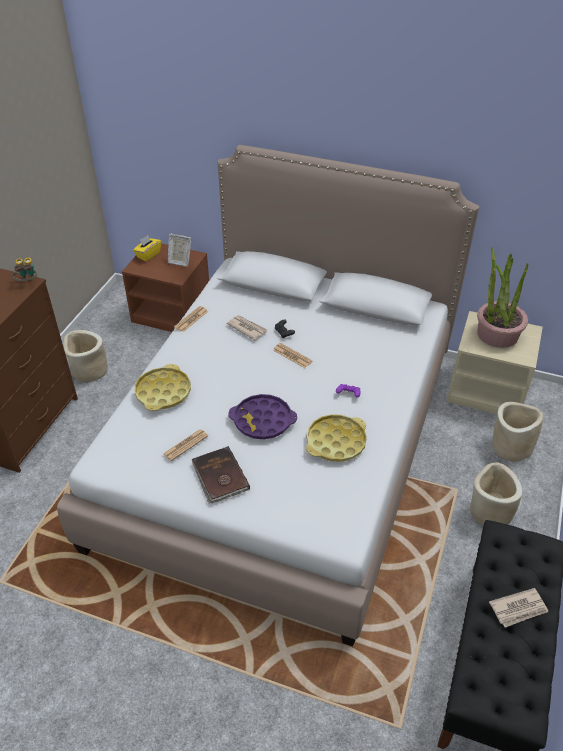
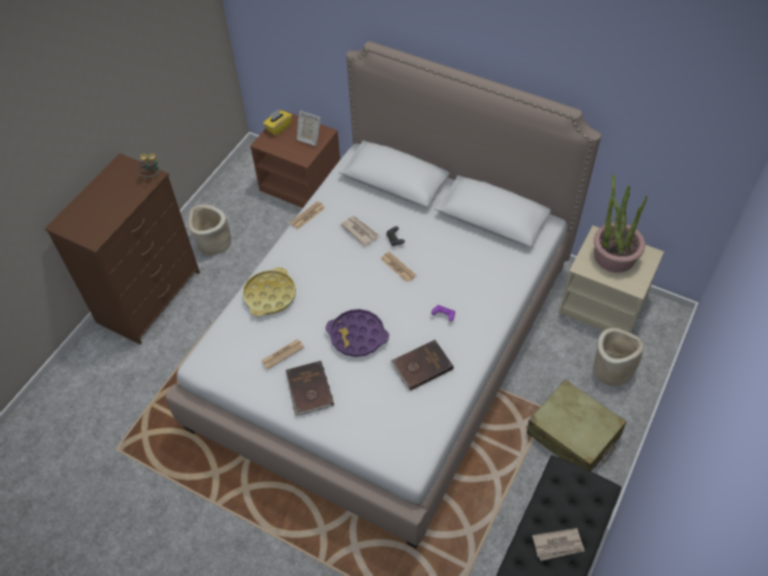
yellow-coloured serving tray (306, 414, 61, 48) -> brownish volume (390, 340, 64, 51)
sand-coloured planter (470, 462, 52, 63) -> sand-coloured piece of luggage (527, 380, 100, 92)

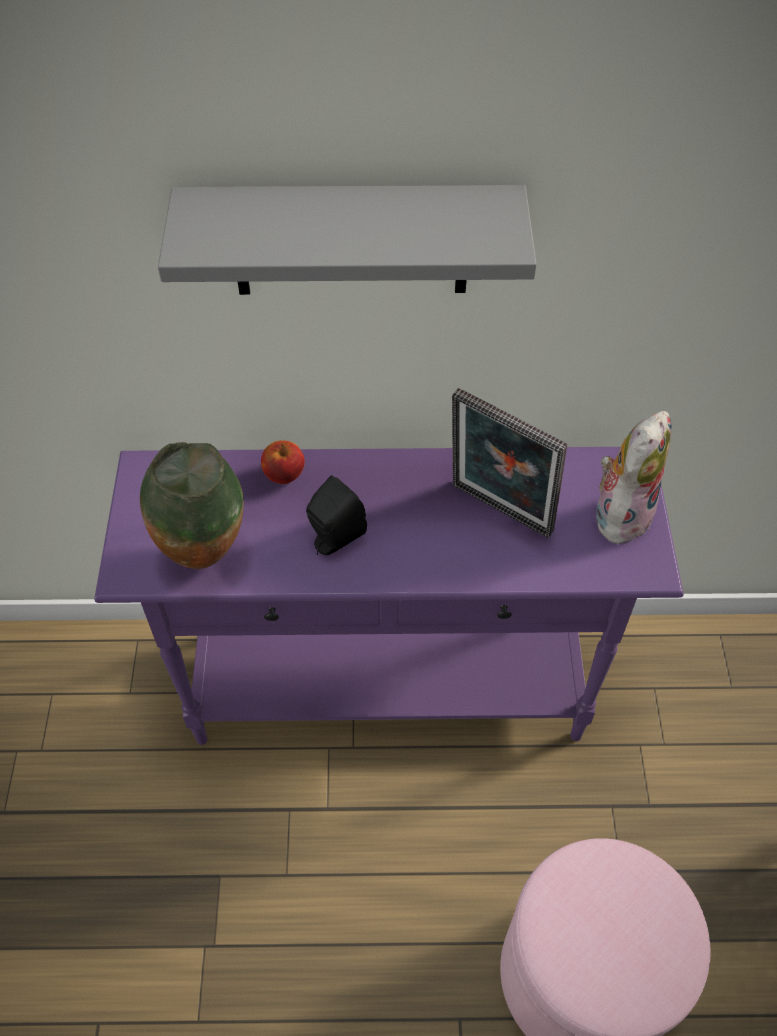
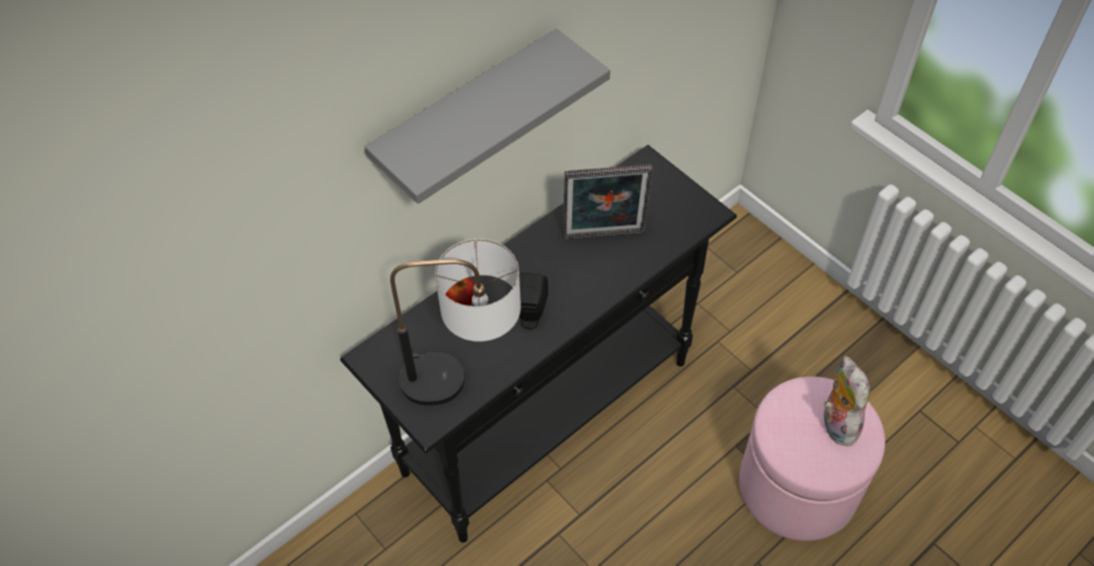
purple console table (94, 447, 590, 298) -> black console table (340, 145, 397, 398)
vase (140, 442, 104, 127) -> tabletop lamp (390, 239, 131, 166)
plush toy (596, 411, 75, 139) -> plush toy (823, 356, 47, 91), moved

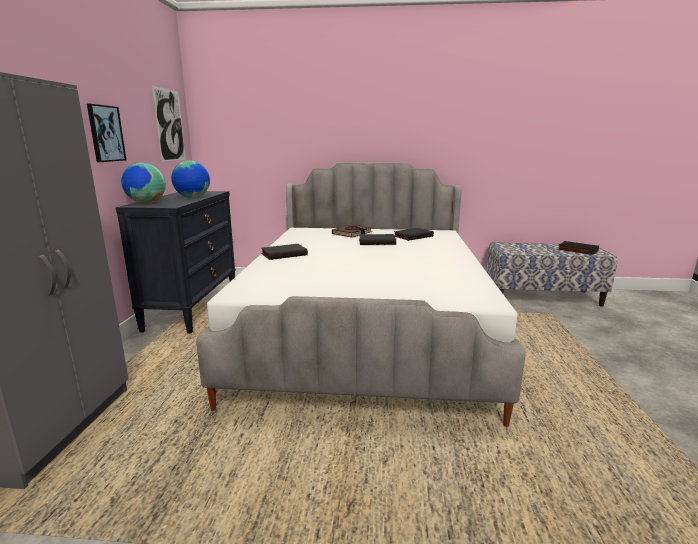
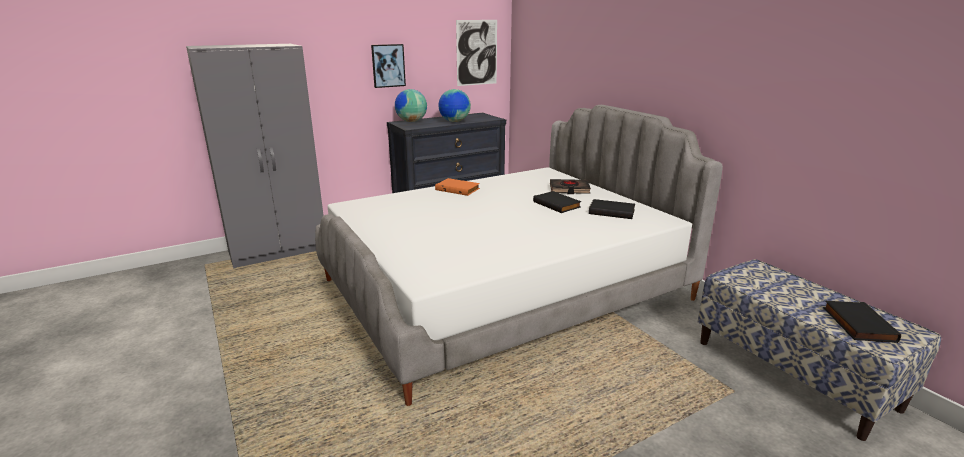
black volume (261, 244, 47, 16) -> orange-coloured volume (435, 178, 45, 18)

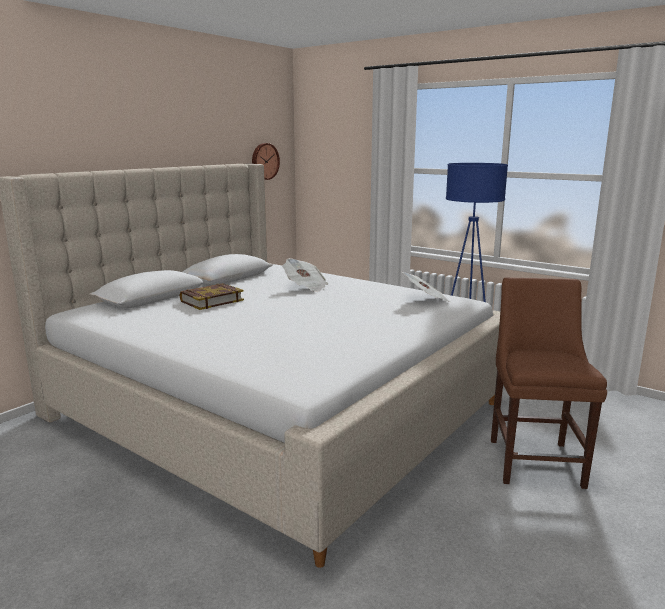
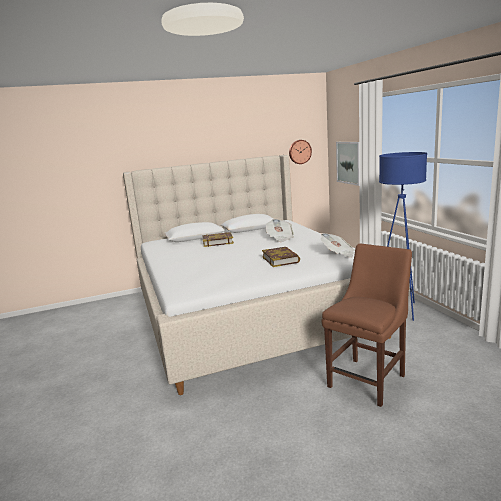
none -> volume (262, 247, 38, 20)
none -> wall picture (336, 142, 24, 44)

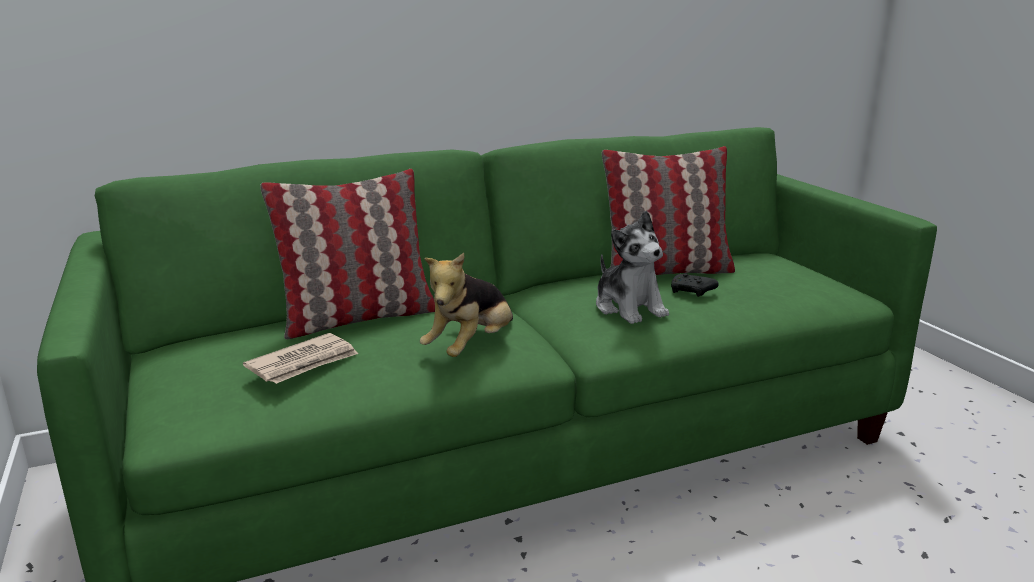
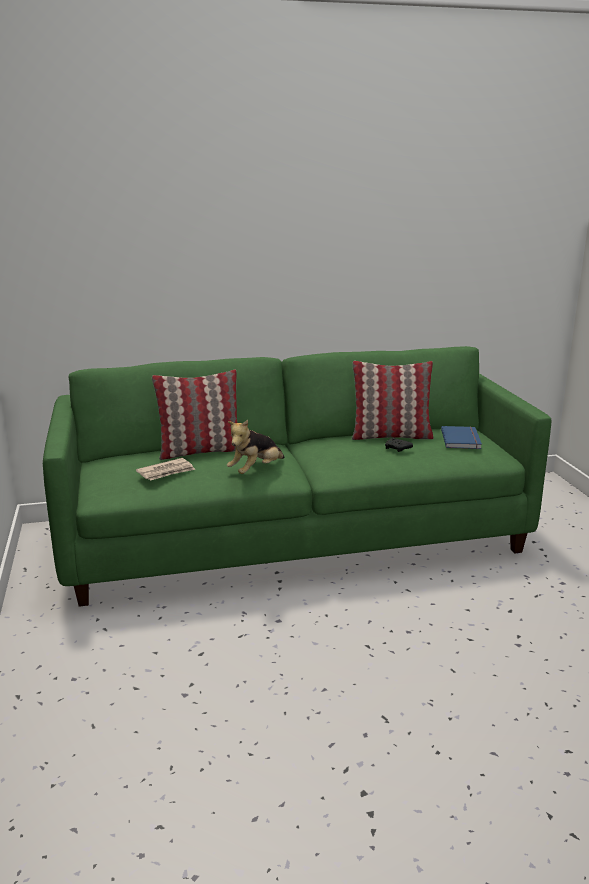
plush toy (596, 211, 73, 113) -> none
none -> blue volume (441, 426, 41, 23)

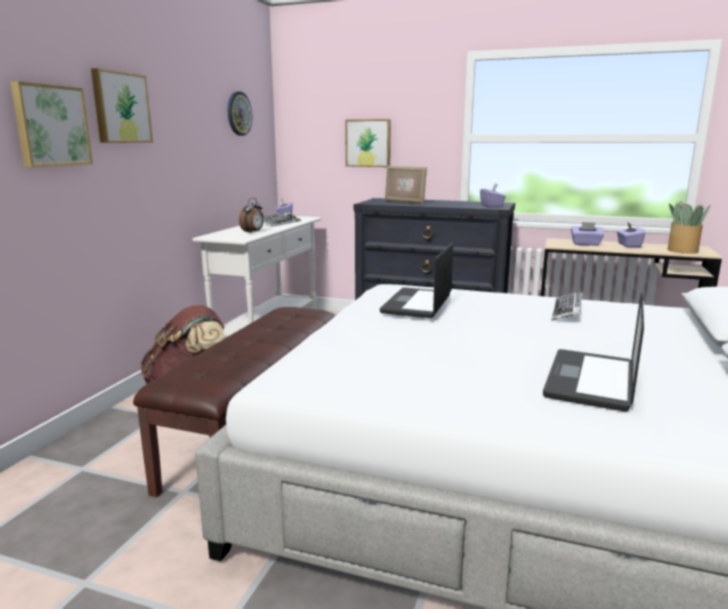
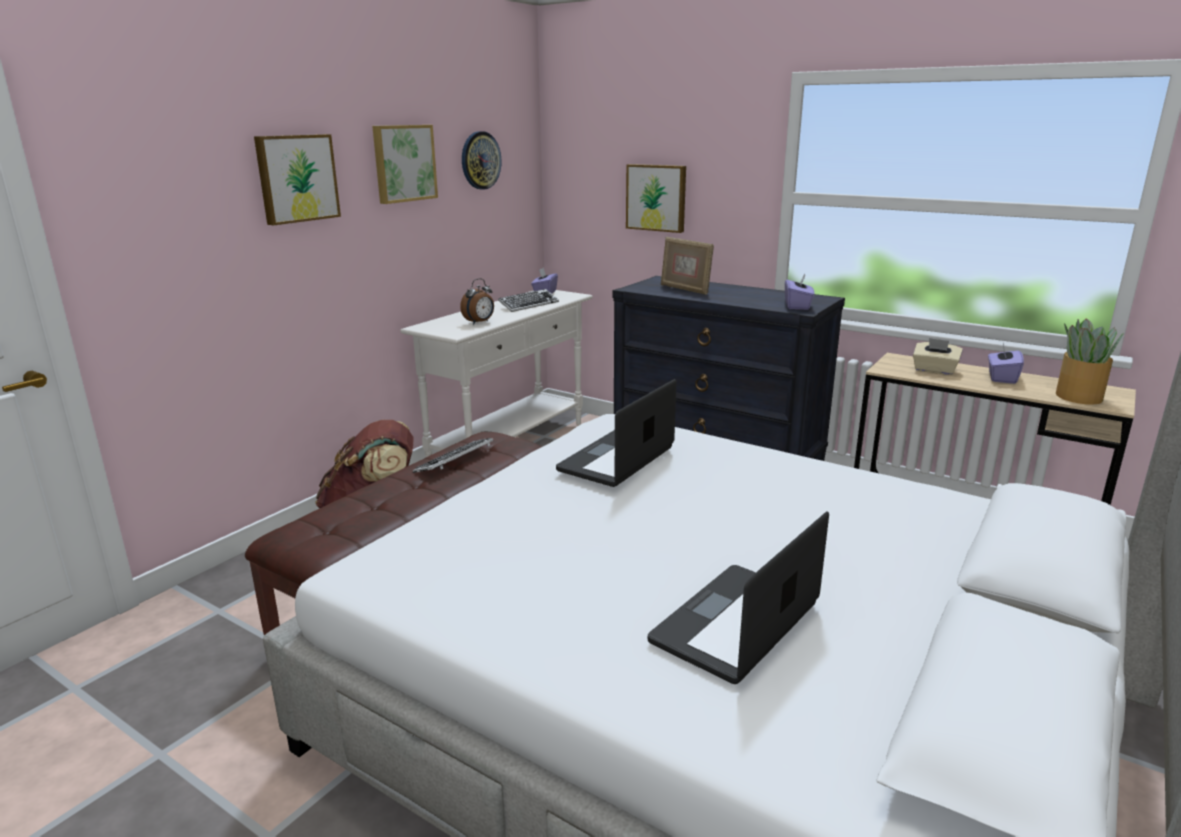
wall picture (10, 81, 83, 86) -> wall picture (372, 125, 66, 79), moved
computer keyboard (551, 291, 31, 30) -> computer keyboard (413, 438, 81, 35), moved
purple tissue box (571, 222, 33, 24) -> sand-coloured tissue box (913, 338, 50, 37)

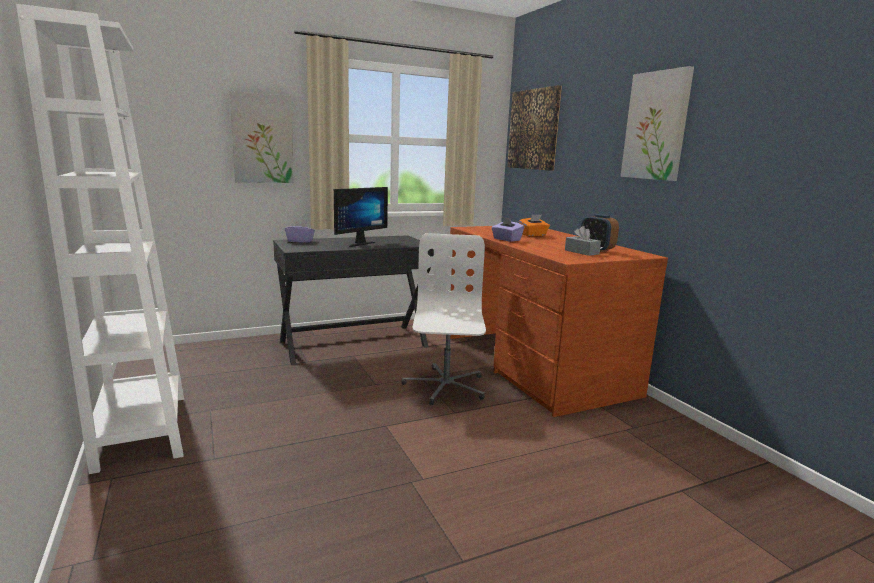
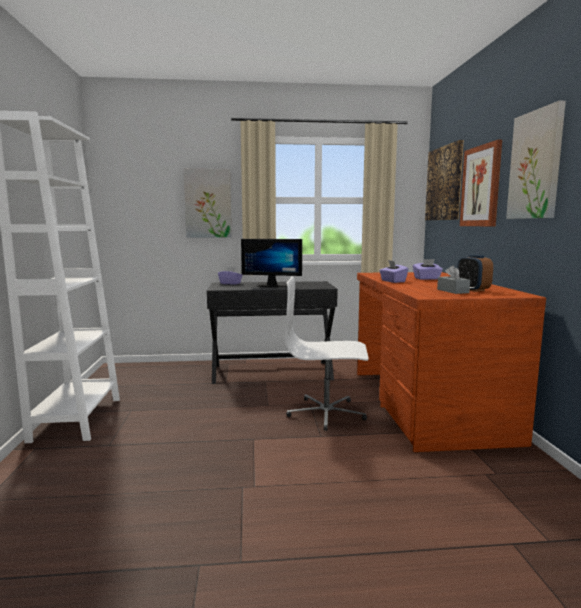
computer screen (334, 187, 54, 60) -> computer screen (241, 239, 61, 48), 45 degrees clockwise
whitish desk chair (401, 233, 85, 172) -> whitish desk chair (285, 277, 84, 154), 105 degrees counterclockwise
orange-coloured tissue box (519, 215, 31, 21) -> purple tissue box (413, 259, 30, 21)
none -> wall picture (460, 140, 42, 86)

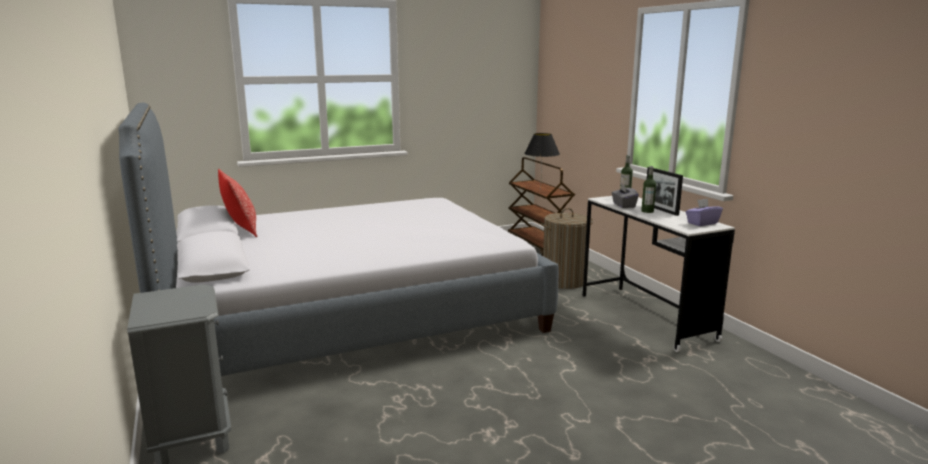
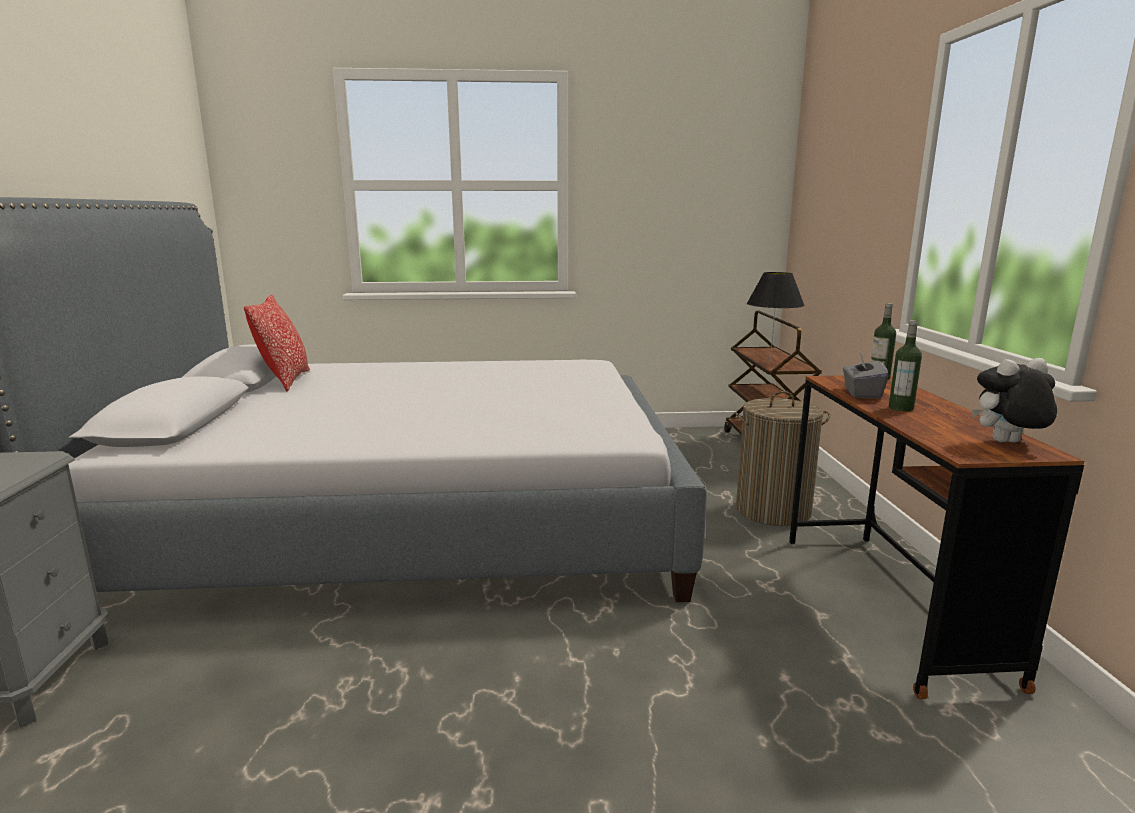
whitish desk (583, 196, 152, 156) -> brownish desk (789, 375, 295, 324)
standing frame (647, 167, 36, 49) -> none
purple tissue box (686, 198, 37, 28) -> plush toy (972, 358, 85, 85)

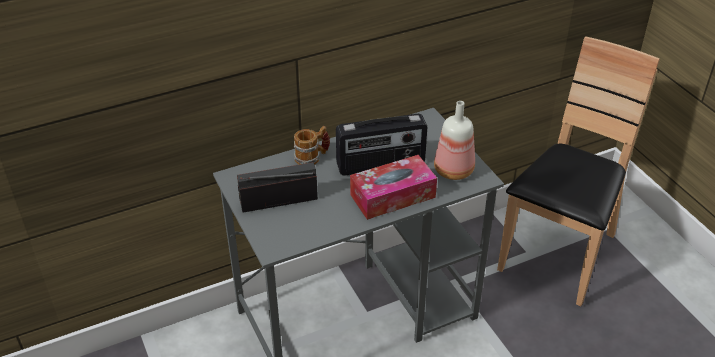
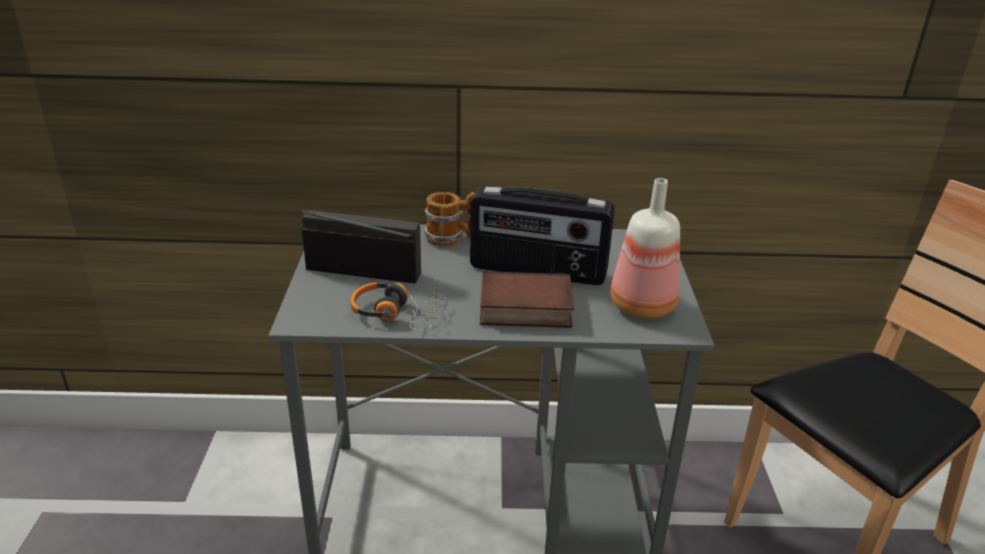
tissue box (350, 155, 87, 65) -> volume (480, 271, 94, 57)
none -> pair of headphones (350, 282, 95, 49)

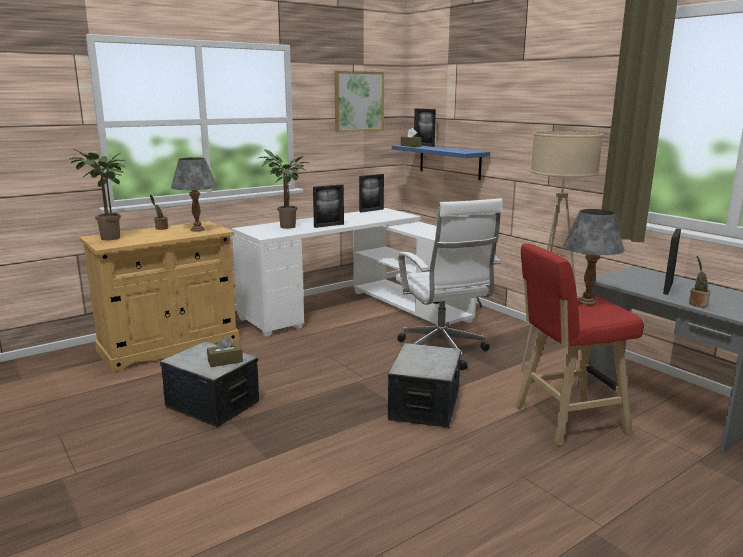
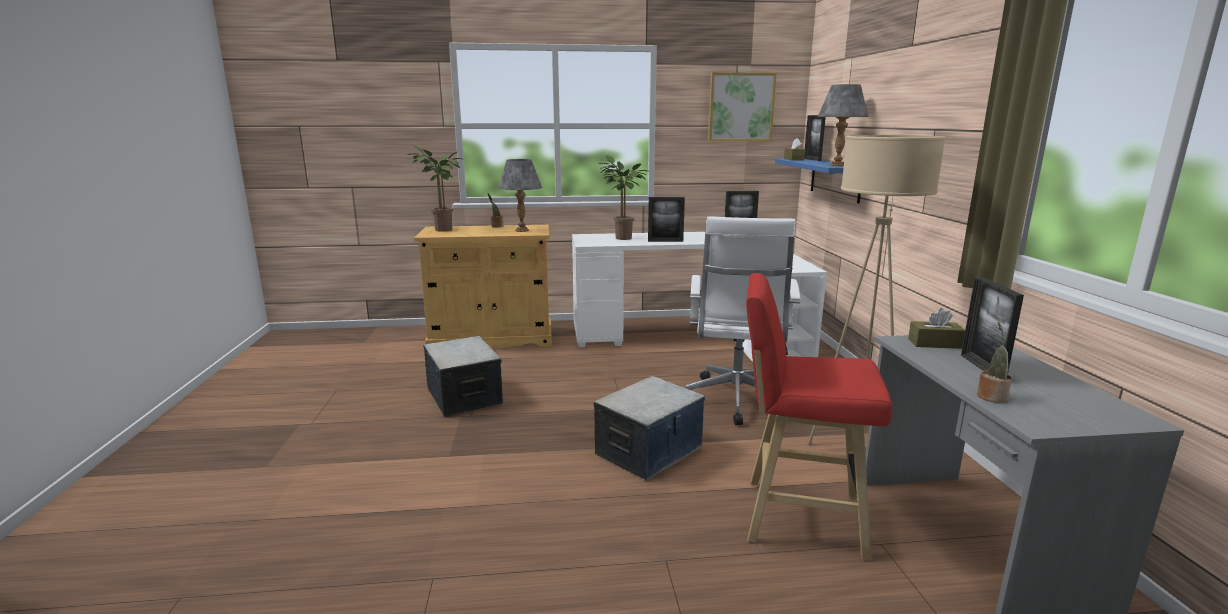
brownish tissue box (207, 336, 36, 31) -> brownish tissue box (908, 308, 57, 41), moved
greyish tabletop lamp (563, 209, 62, 96) -> greyish tabletop lamp (818, 84, 51, 82), moved
standing frame (663, 228, 18, 67) -> standing frame (961, 277, 63, 97), 60 degrees counterclockwise

